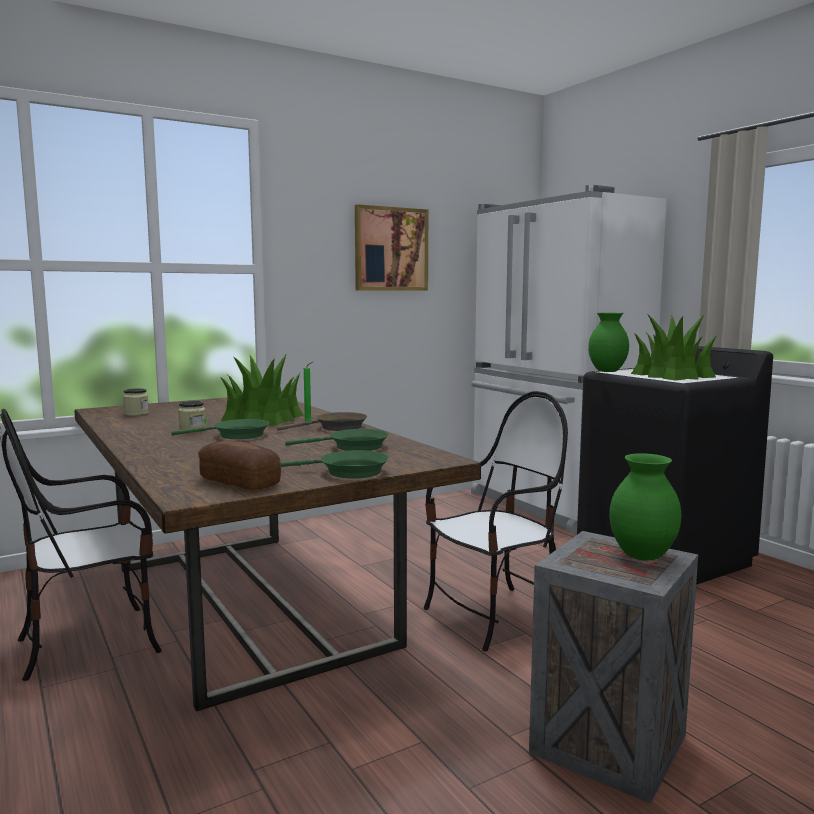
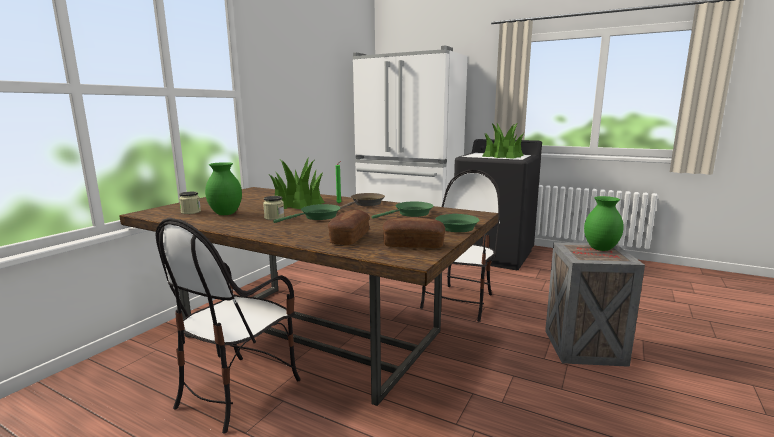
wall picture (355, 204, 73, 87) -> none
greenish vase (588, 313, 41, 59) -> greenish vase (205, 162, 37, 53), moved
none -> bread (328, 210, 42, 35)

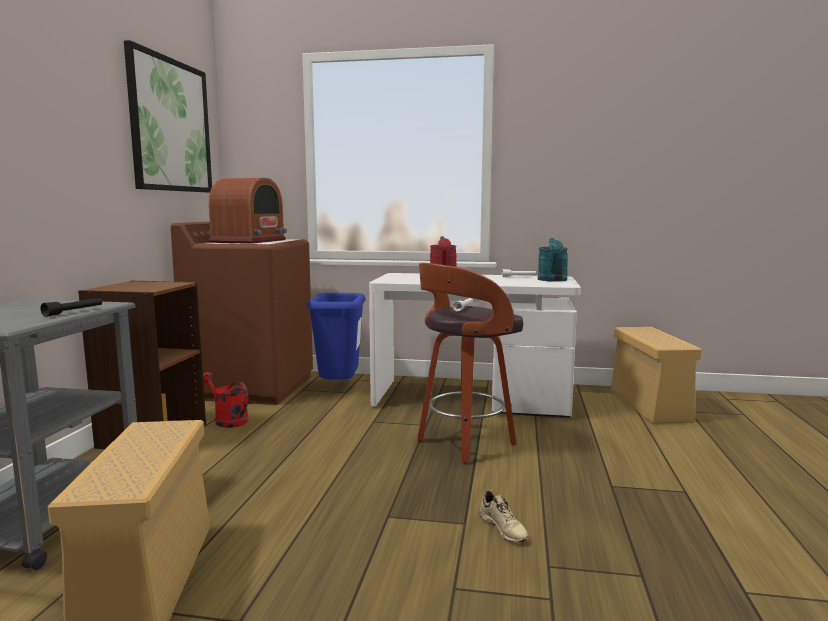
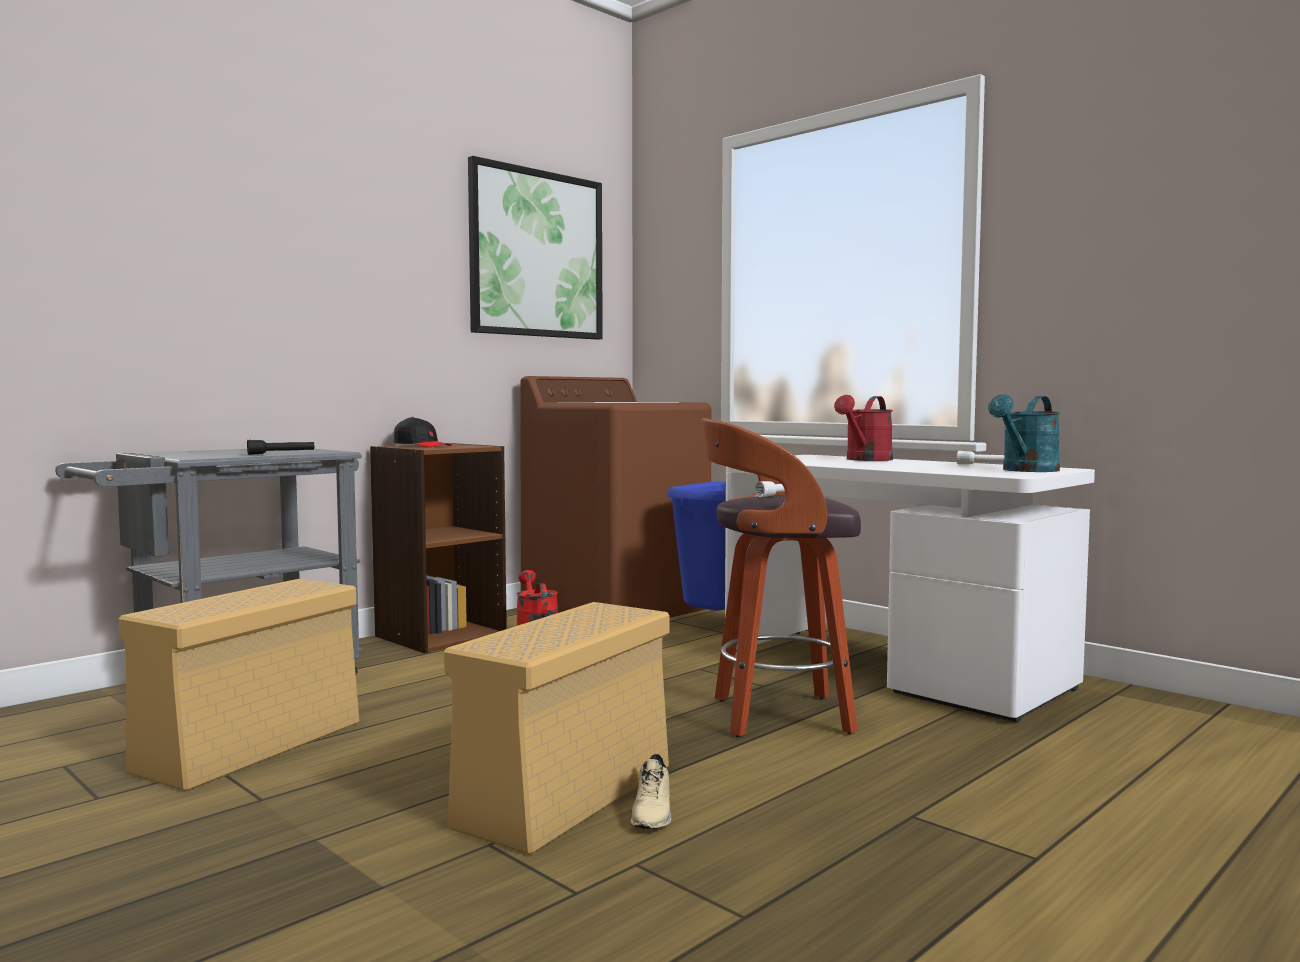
radio receiver (208, 178, 79, 66) -> none
sand-coloured storage box (611, 327, 91, 97) -> sand-coloured storage box (444, 602, 225, 253), moved
none -> black baseball cap (394, 417, 57, 30)

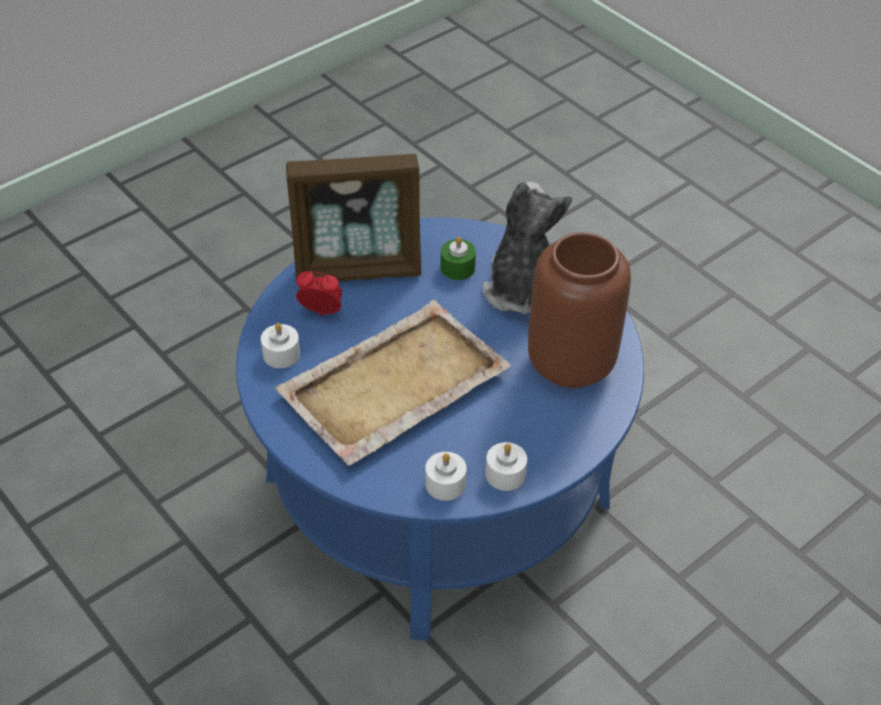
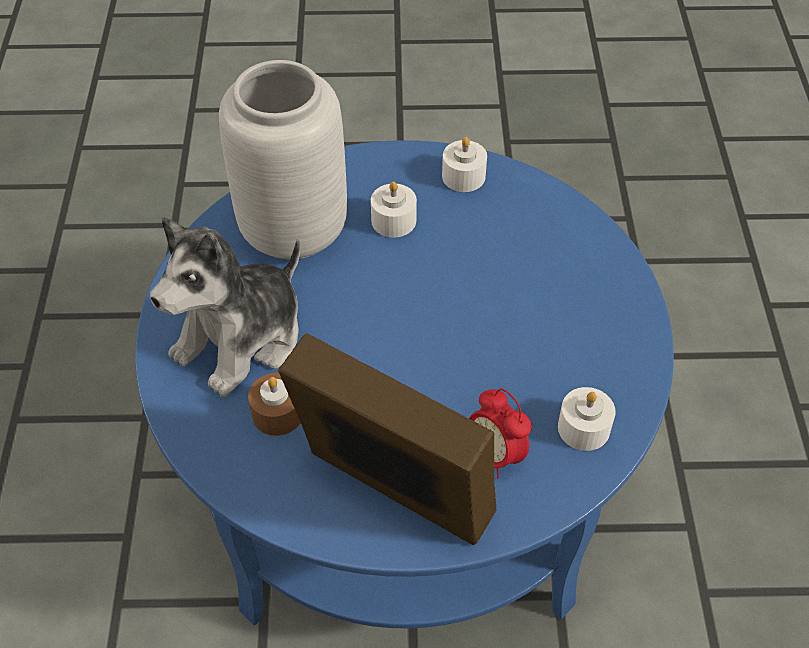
sand-coloured serving tray (275, 300, 236, 165) -> none
whitish wax candle (425, 452, 41, 49) -> whitish wax candle (371, 181, 46, 57), moved
greenish wax candle (440, 236, 36, 44) -> brownish wax candle (248, 373, 52, 63)
brownish vase (528, 232, 103, 156) -> greyish vase (219, 60, 128, 200)

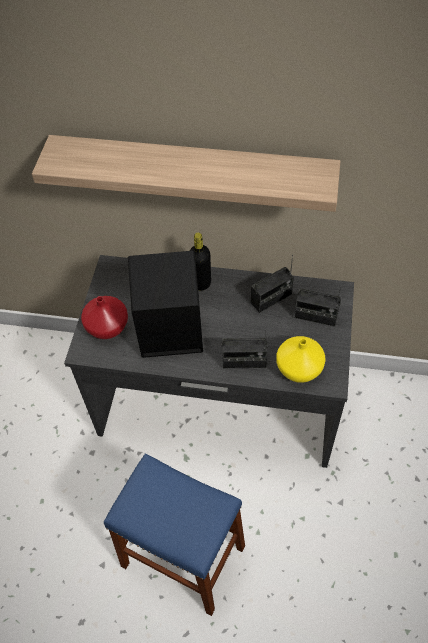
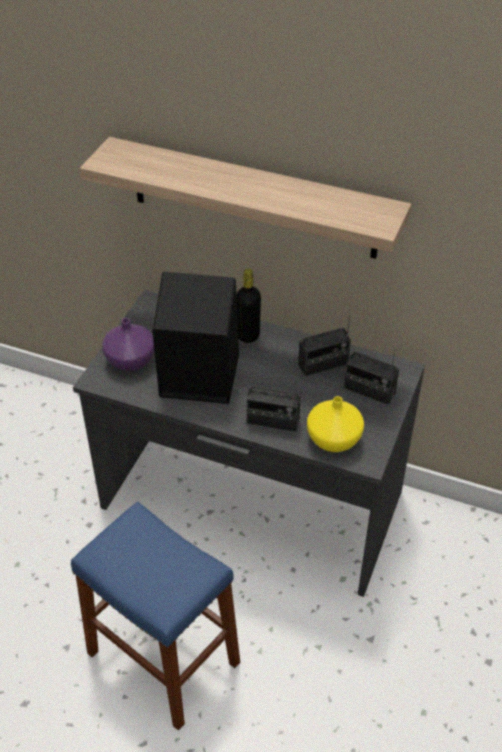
reddish vase (81, 296, 47, 43) -> purple vase (102, 318, 52, 53)

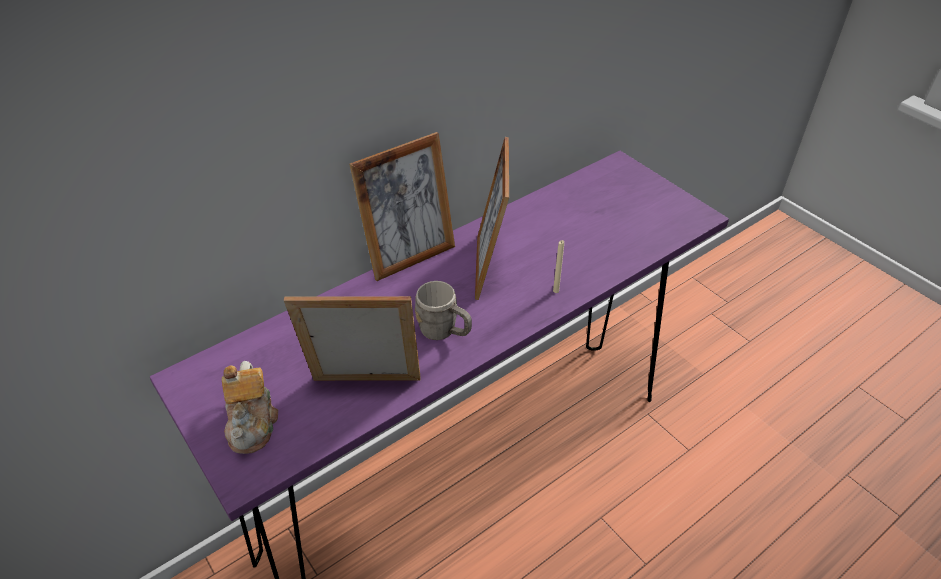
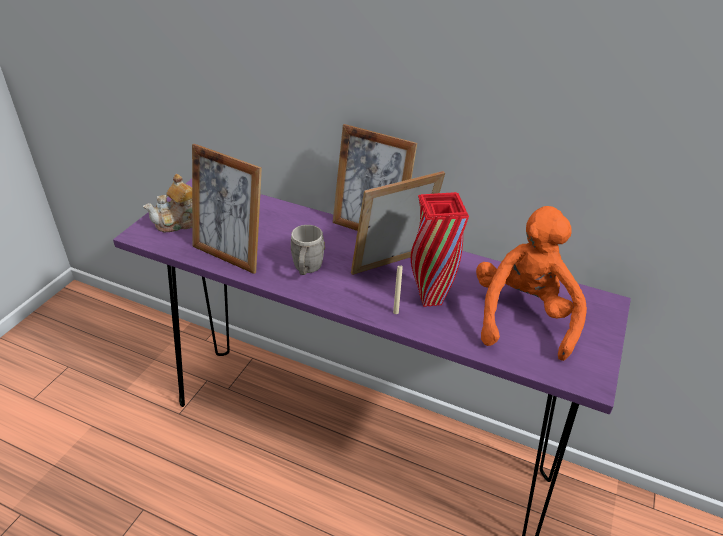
standing frame (284, 296, 136, 85) -> standing frame (192, 144, 70, 130), 150 degrees clockwise
none -> reddish vase (411, 192, 58, 115)
none -> orange-coloured plush toy (476, 206, 111, 155)

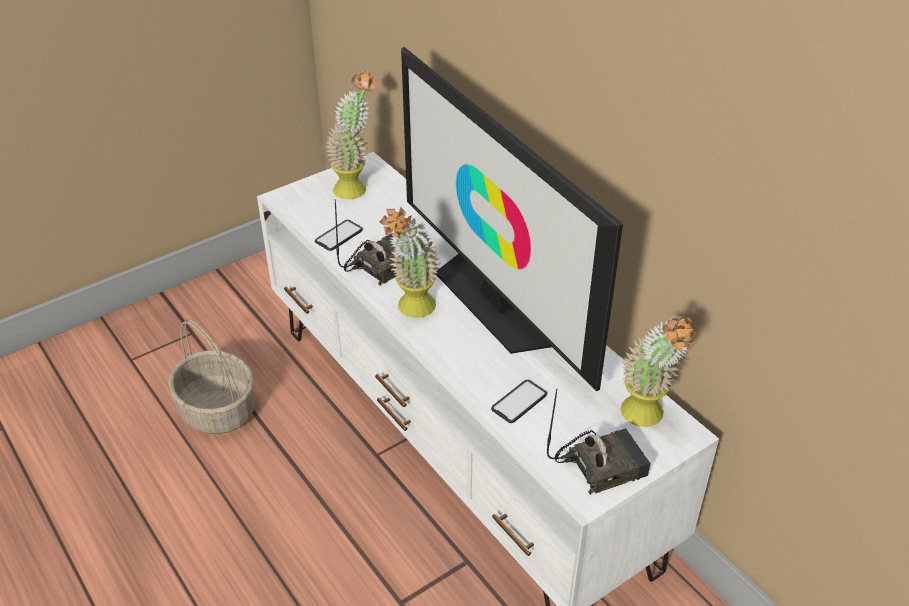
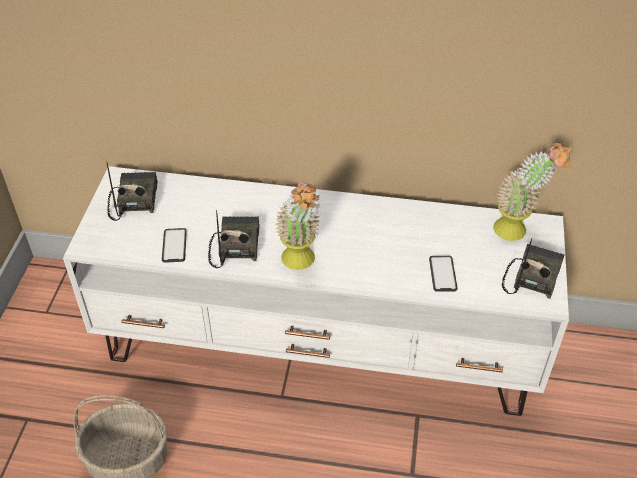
plant in a pot (326, 70, 52, 129) -> radio receiver (106, 161, 52, 60)
TV set (401, 47, 222, 344) -> none

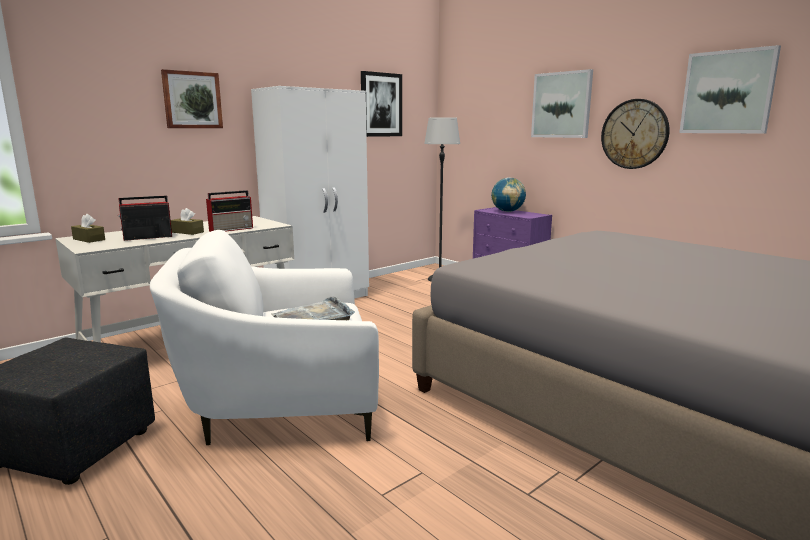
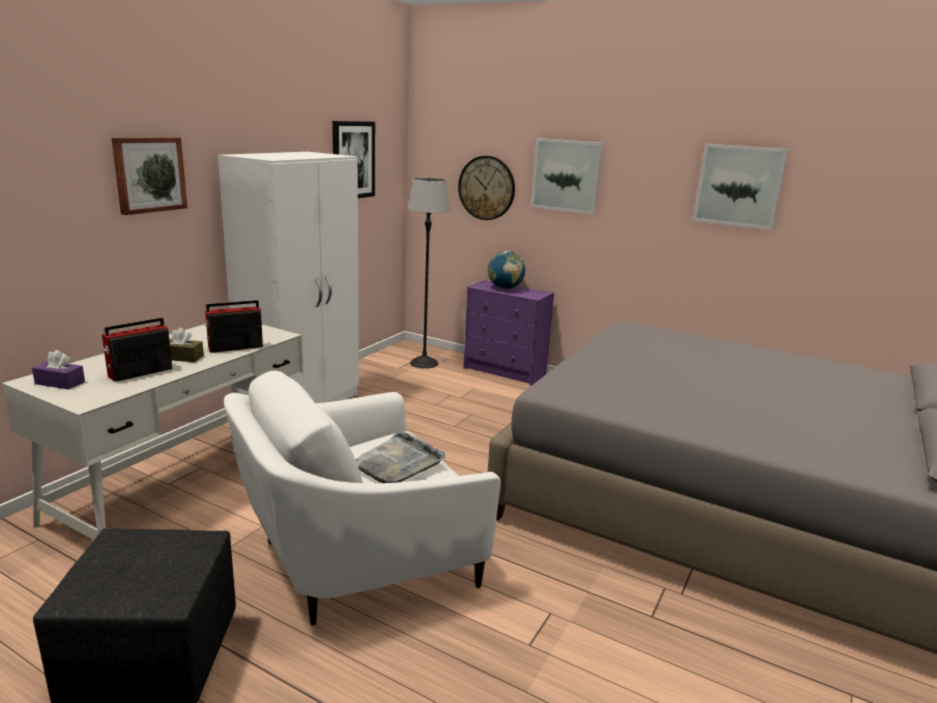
brownish tissue box (71, 213, 34, 30) -> purple tissue box (32, 350, 53, 40)
radio receiver (206, 190, 47, 42) -> radio receiver (204, 300, 59, 53), 150 degrees counterclockwise
hanging clock (601, 99, 68, 70) -> hanging clock (458, 156, 57, 64), moved

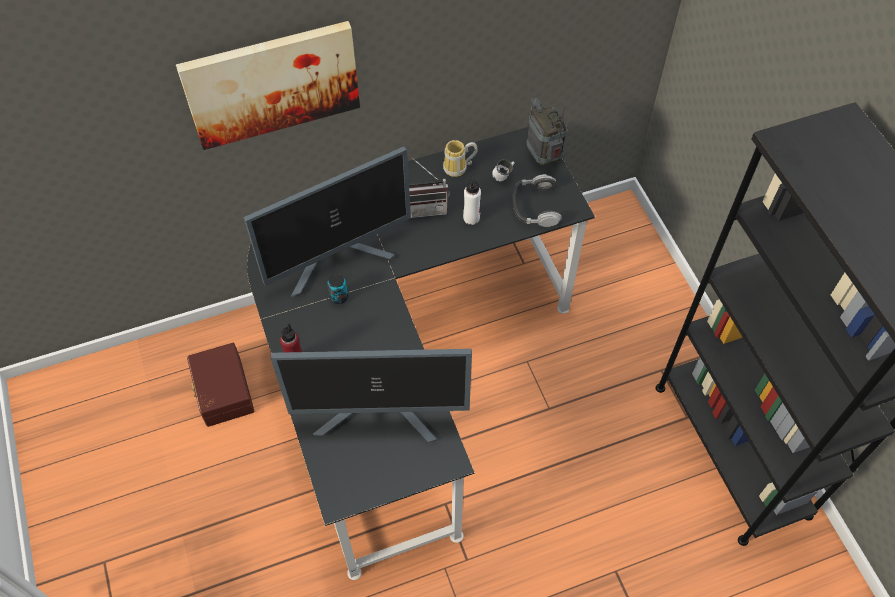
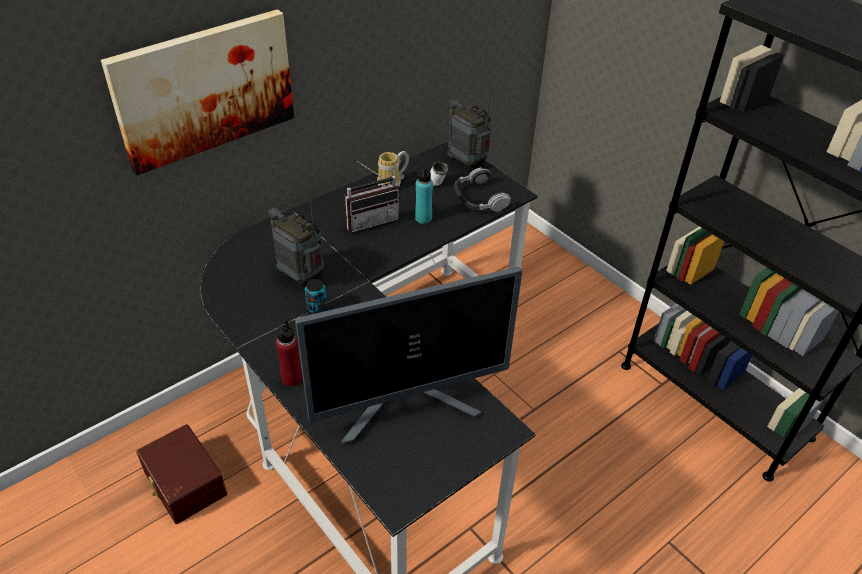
computer screen (244, 146, 167, 152) -> radio receiver (268, 197, 56, 88)
whitish beverage bottle (463, 173, 18, 52) -> turquoise beverage bottle (415, 162, 18, 62)

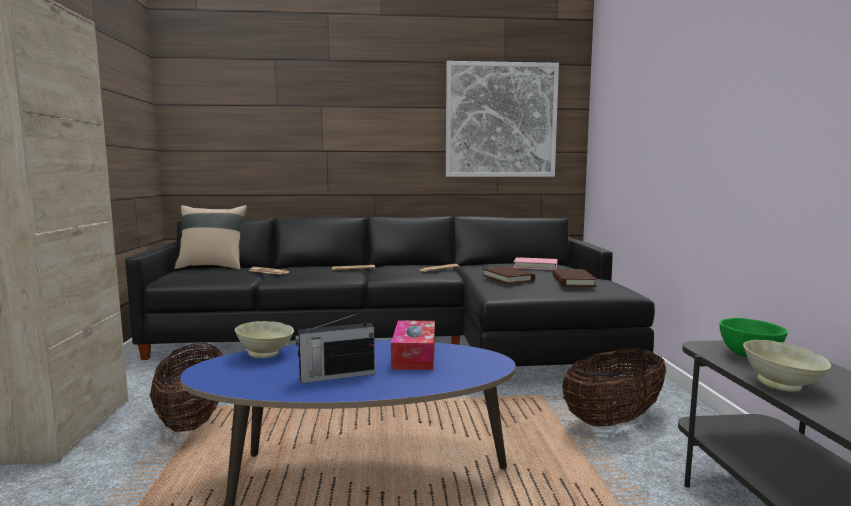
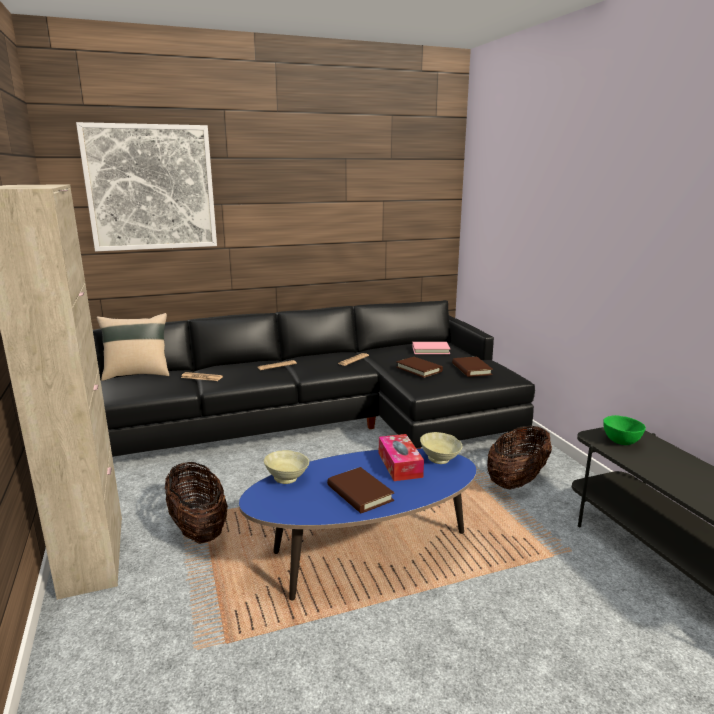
radio receiver (295, 312, 80, 71) -> brownish volume (327, 467, 67, 46)
wall picture (446, 61, 113, 116) -> wall picture (76, 122, 141, 129), moved
sand-coloured deep dish (743, 340, 88, 52) -> sand-coloured deep dish (420, 432, 42, 32), moved

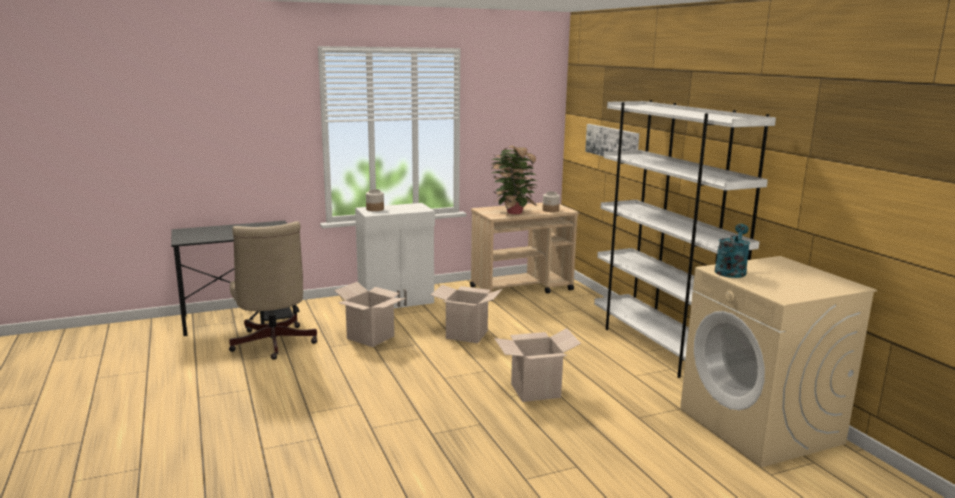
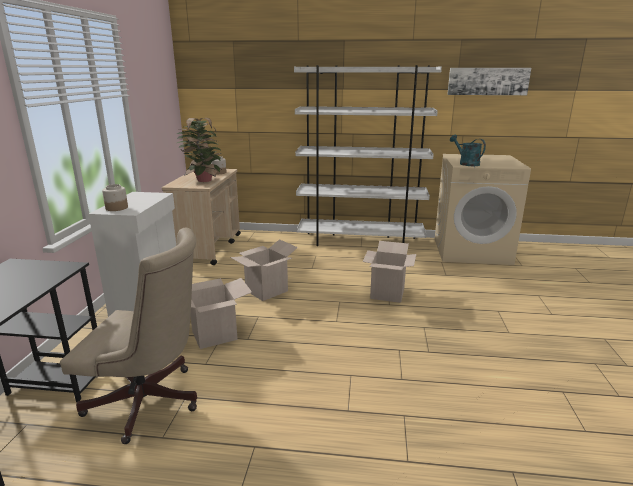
wall picture (585, 124, 54, 33) -> wall picture (447, 68, 84, 27), moved

